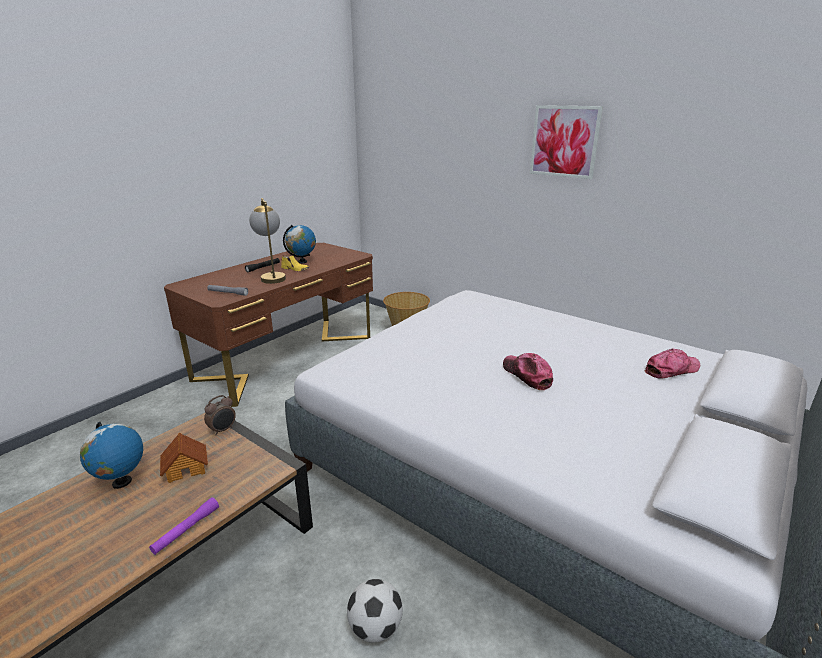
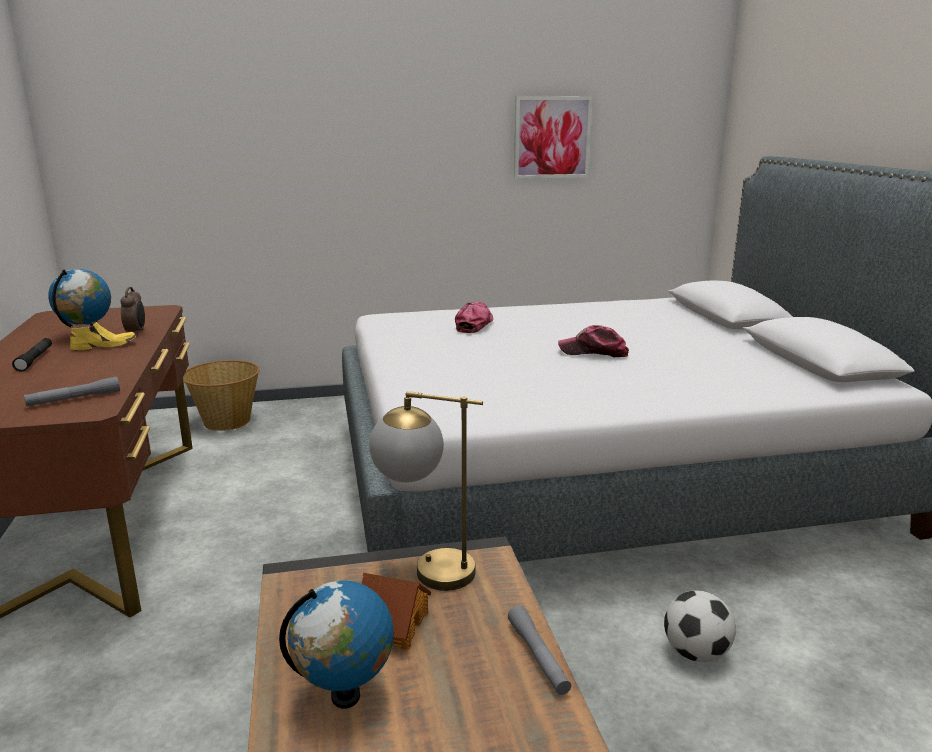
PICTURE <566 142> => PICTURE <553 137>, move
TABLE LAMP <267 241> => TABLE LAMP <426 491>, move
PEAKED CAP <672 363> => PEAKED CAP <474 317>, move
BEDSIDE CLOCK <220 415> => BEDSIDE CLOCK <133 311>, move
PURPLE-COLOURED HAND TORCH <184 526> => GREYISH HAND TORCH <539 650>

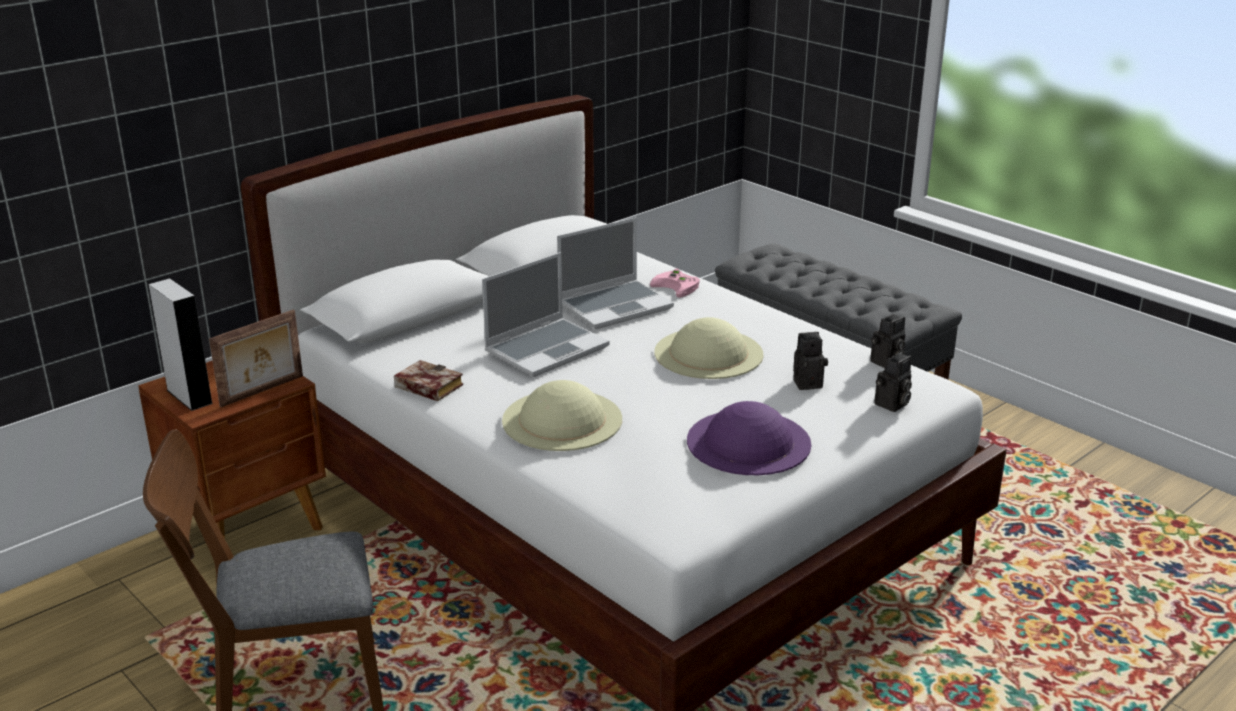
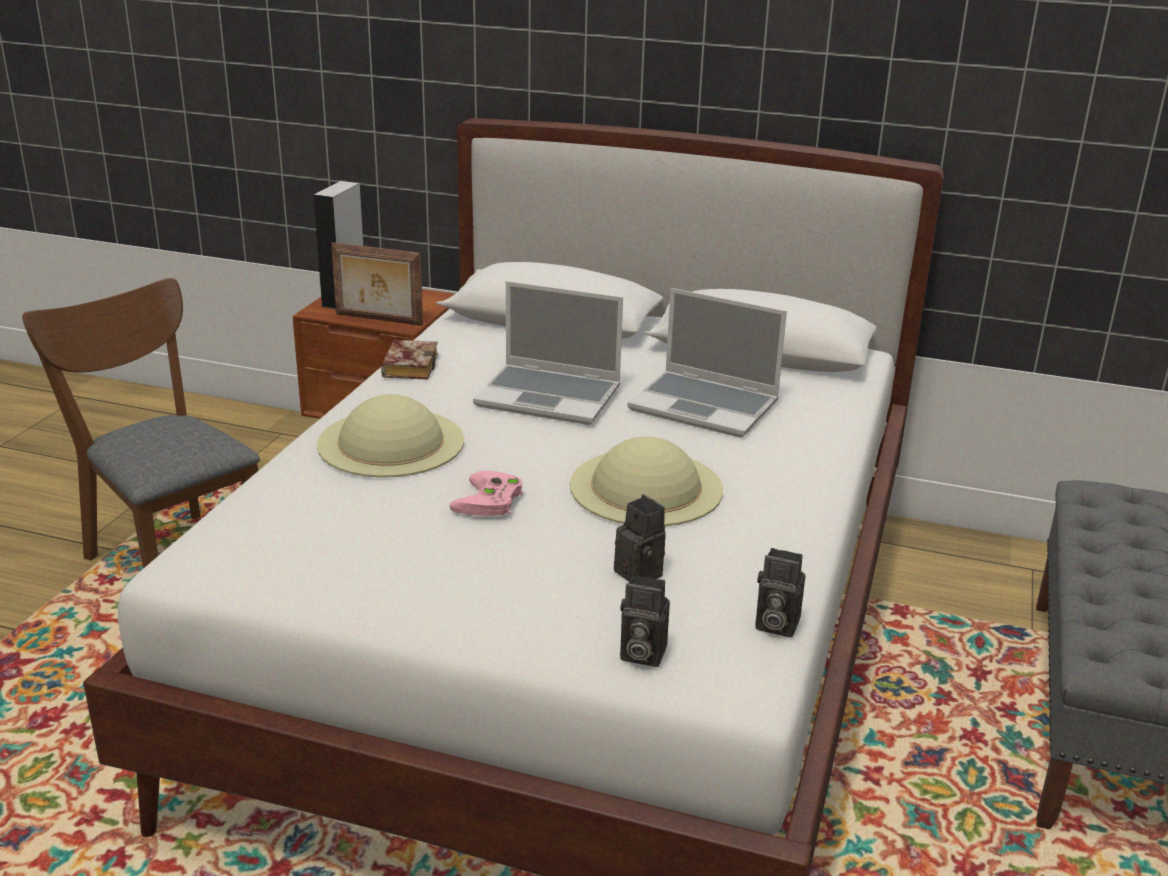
PINK GAME CONTROLLER <675 283> => PINK GAME CONTROLLER <486 493>, move
PURPLE-COLOURED WEARABLE HAT <749 438> => nothing

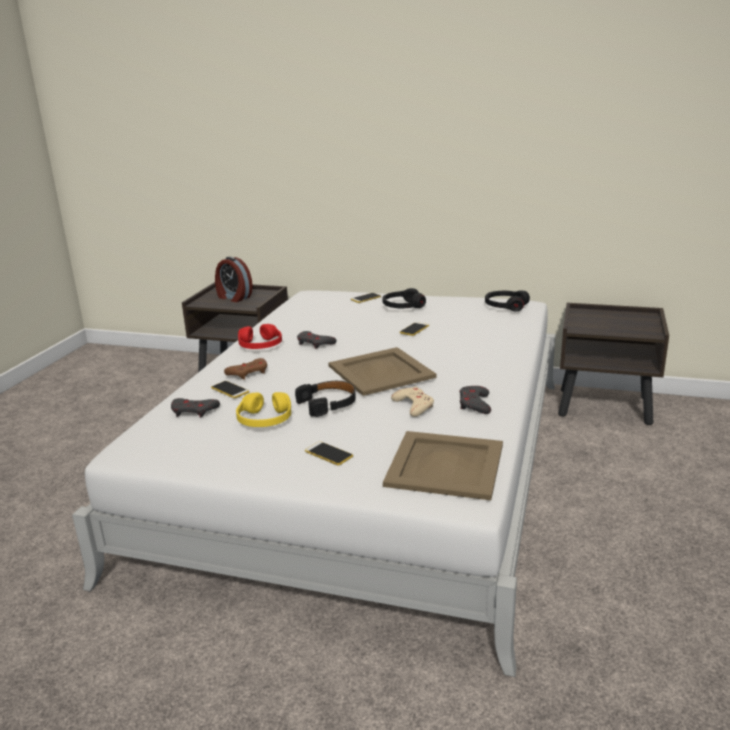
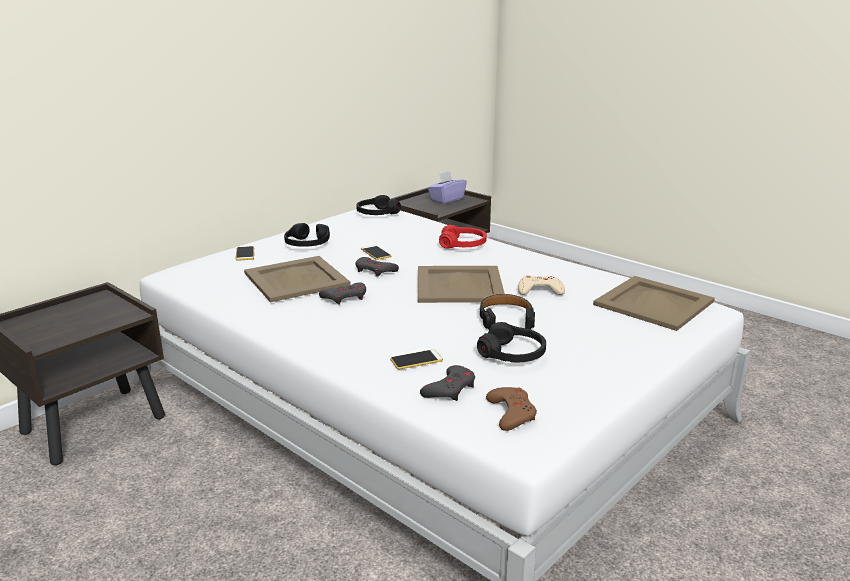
BEDSIDE CLOCK <234 279> => nothing
REDDISH HEADSET <260 336> => REDDISH HEADSET <463 237>, move
BROWN GAME CONTROLLER <245 369> => BROWN GAME CONTROLLER <511 409>, move
GREYISH GAME CONTROLLER <475 400> => GREYISH GAME CONTROLLER <377 267>, move
YELLOW HEADSET <263 409> => BLACK HEADSET <511 342>
TELEPHONE <329 453> => nothing
nothing => PURPLE-COLOURED BOX OF TISSUES <447 187>
nothing => BEIGE-COLOURED SERVING TRAY <297 279>

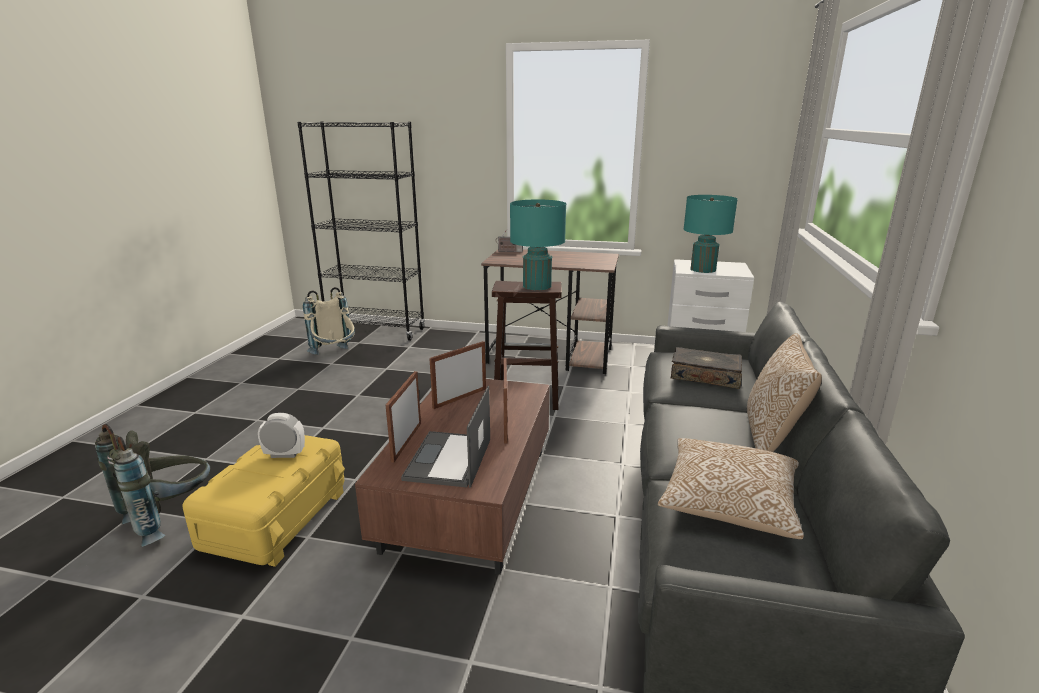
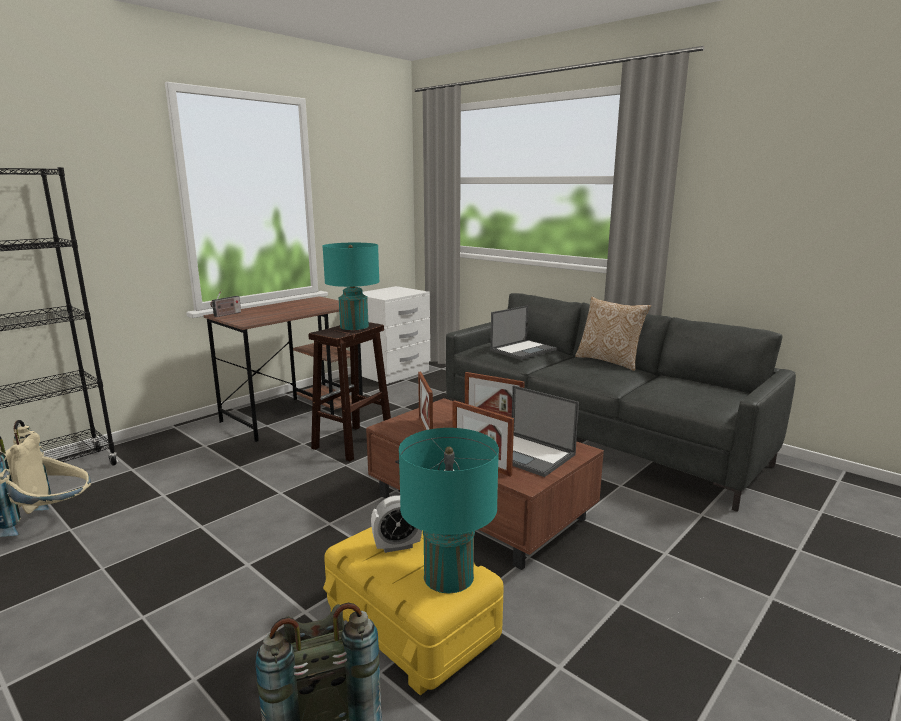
TURQUOISE TABLE LAMP <711 234> => TURQUOISE TABLE LAMP <449 510>, move
BOOK <706 368> => LAPTOP <523 332>
BEDSIDE CLOCK <281 435> => BEDSIDE CLOCK <396 524>, 135 degrees counterclockwise
CUSHION <731 488> => nothing

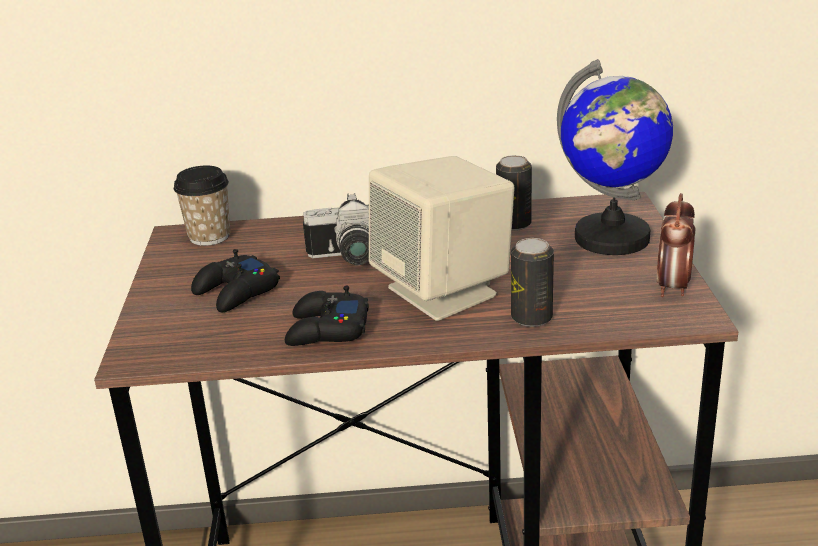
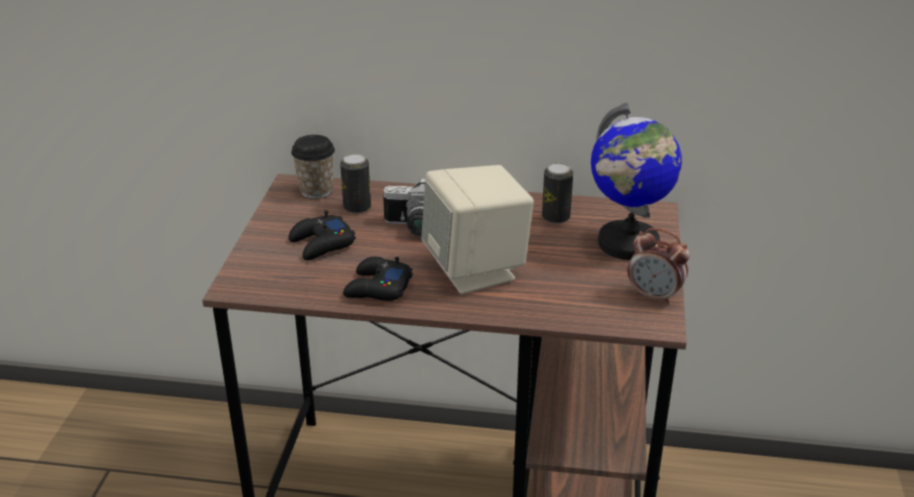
BEDSIDE CLOCK <676 245> => BEDSIDE CLOCK <659 266>, 90 degrees counterclockwise
METAL CAN <532 282> => METAL CAN <355 183>, move

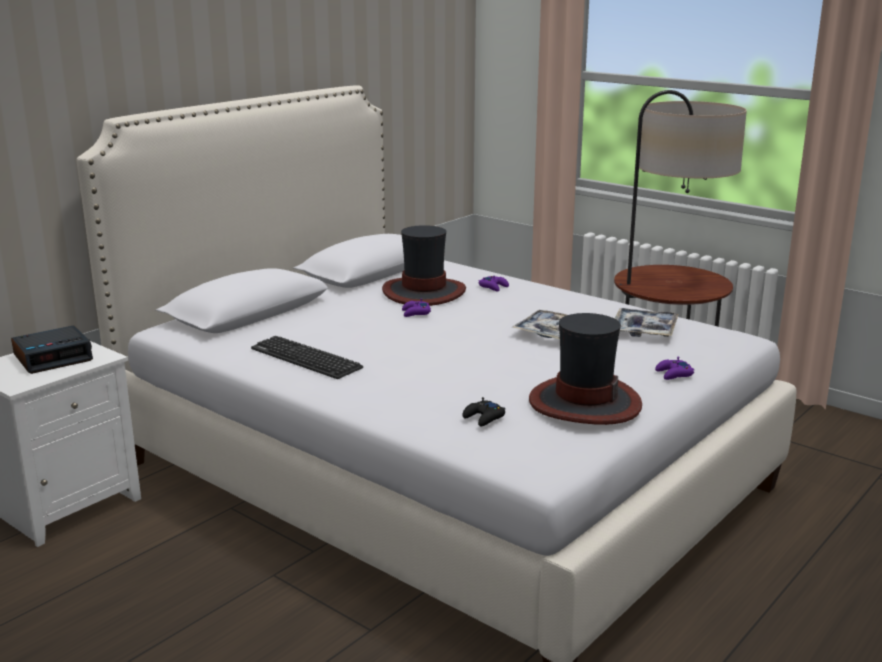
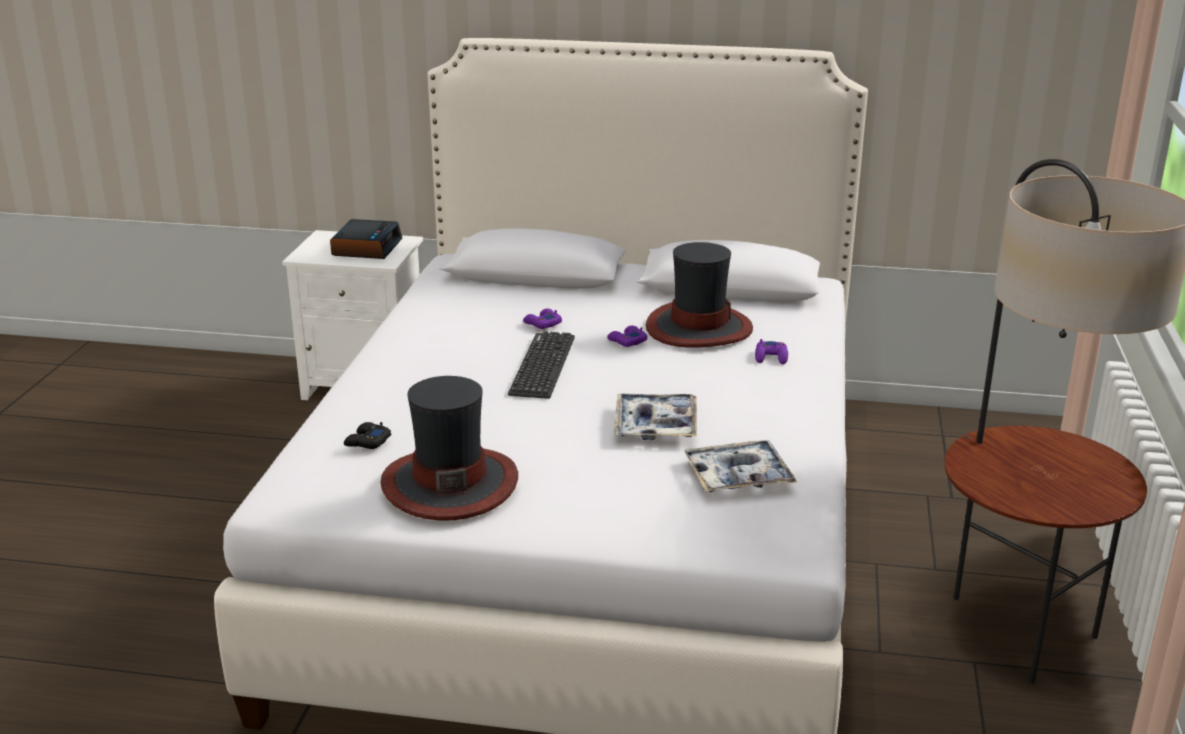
BEDSIDE CLOCK <52 349> => BEDSIDE CLOCK <366 239>, 105 degrees counterclockwise
KEYBOARD <307 357> => KEYBOARD <541 365>, move
PURPLE-COLOURED GAME CONTROLLER <674 368> => PURPLE-COLOURED GAME CONTROLLER <542 319>, move

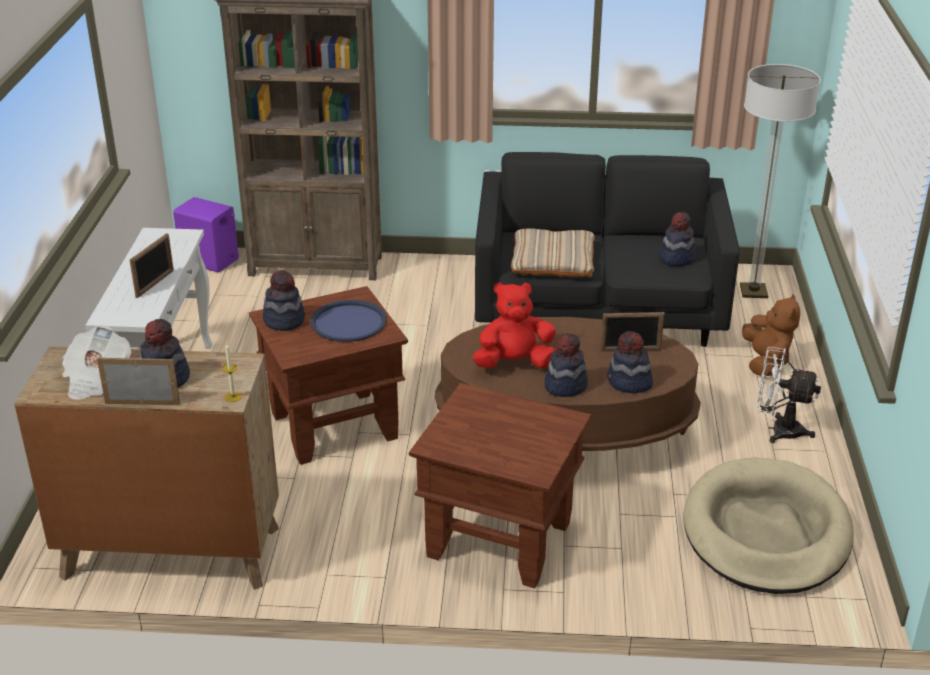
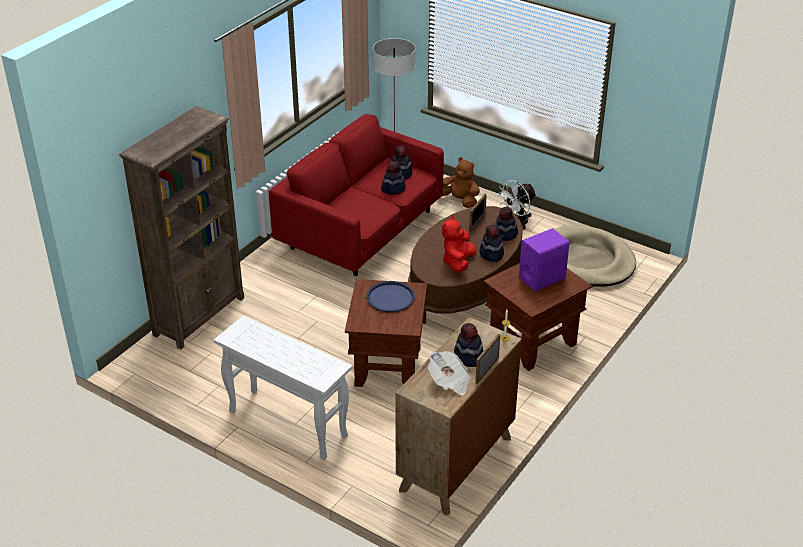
BLACK COUCH <607 249> => REDDISH COUCH <356 195>
PURPLE-COLOURED AUDIO SPEAKER <206 235> => PURPLE-COLOURED AUDIO SPEAKER <544 259>, move
BEIGE-COLOURED CUSHION <553 252> => nothing
PICTURE FRAME <152 265> => nothing
WEARABLE HAT <284 300> => WEARABLE HAT <393 178>, move

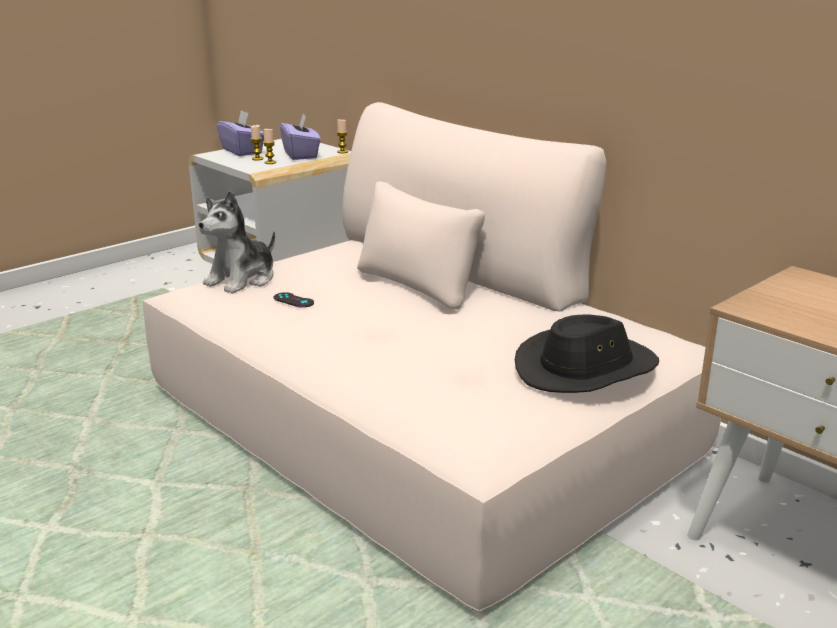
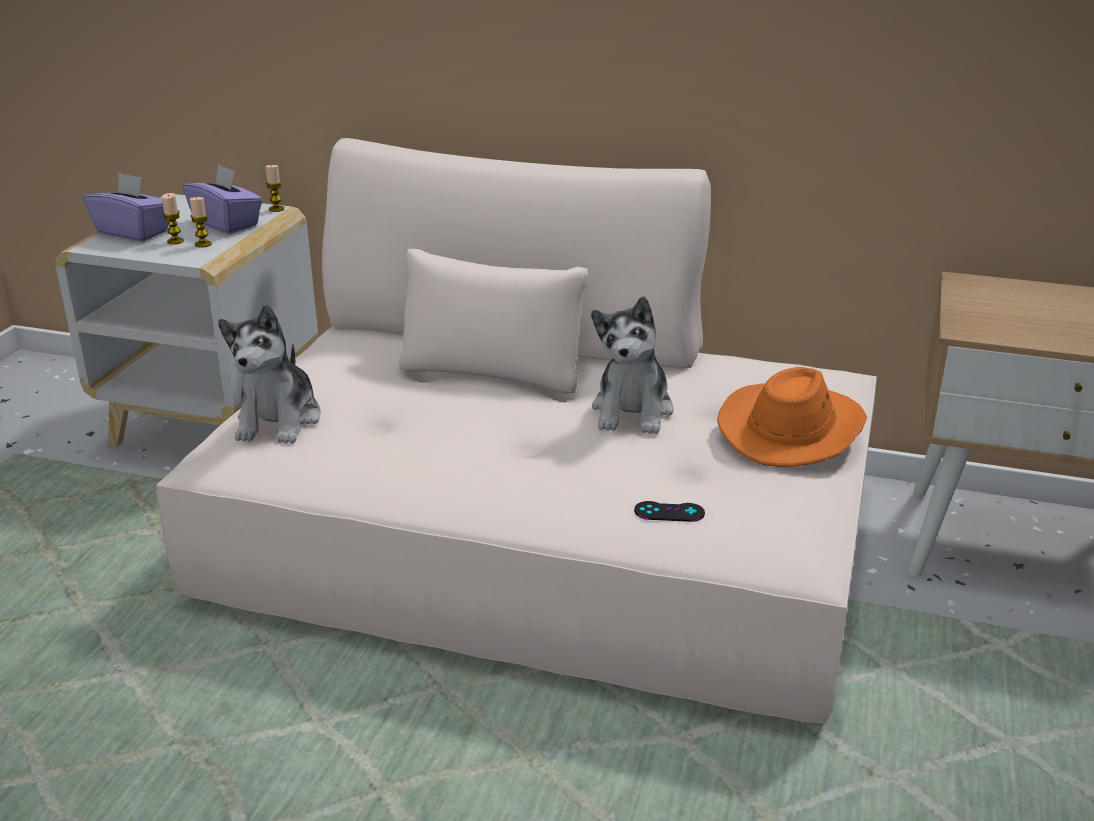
BLACK GAME CONTROLLER <294 300> => BLACK GAME CONTROLLER <669 511>, move
BLACK WEARABLE HAT <587 353> => ORANGEY WEARABLE HAT <792 417>
nothing => SOFT TOY <632 365>

